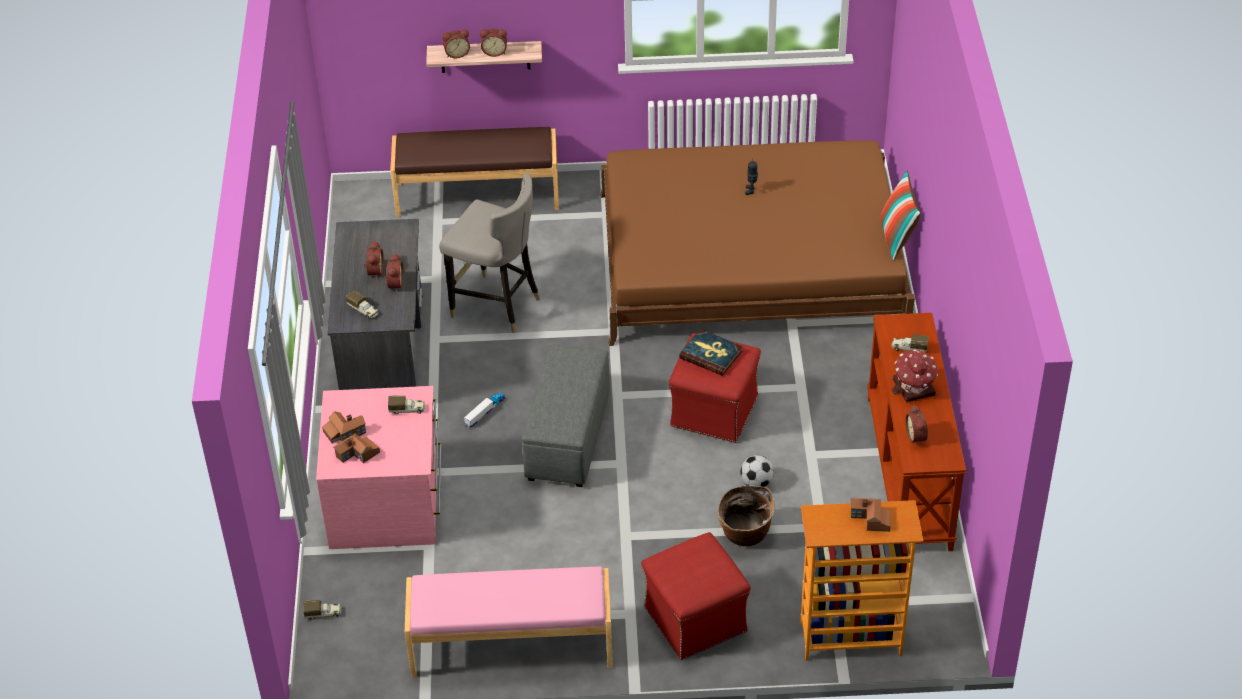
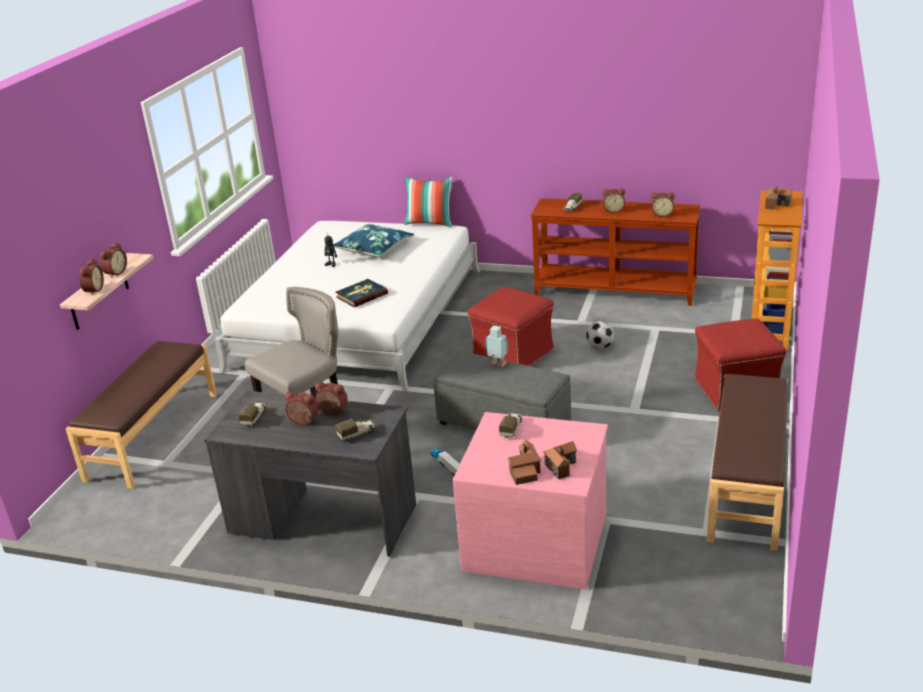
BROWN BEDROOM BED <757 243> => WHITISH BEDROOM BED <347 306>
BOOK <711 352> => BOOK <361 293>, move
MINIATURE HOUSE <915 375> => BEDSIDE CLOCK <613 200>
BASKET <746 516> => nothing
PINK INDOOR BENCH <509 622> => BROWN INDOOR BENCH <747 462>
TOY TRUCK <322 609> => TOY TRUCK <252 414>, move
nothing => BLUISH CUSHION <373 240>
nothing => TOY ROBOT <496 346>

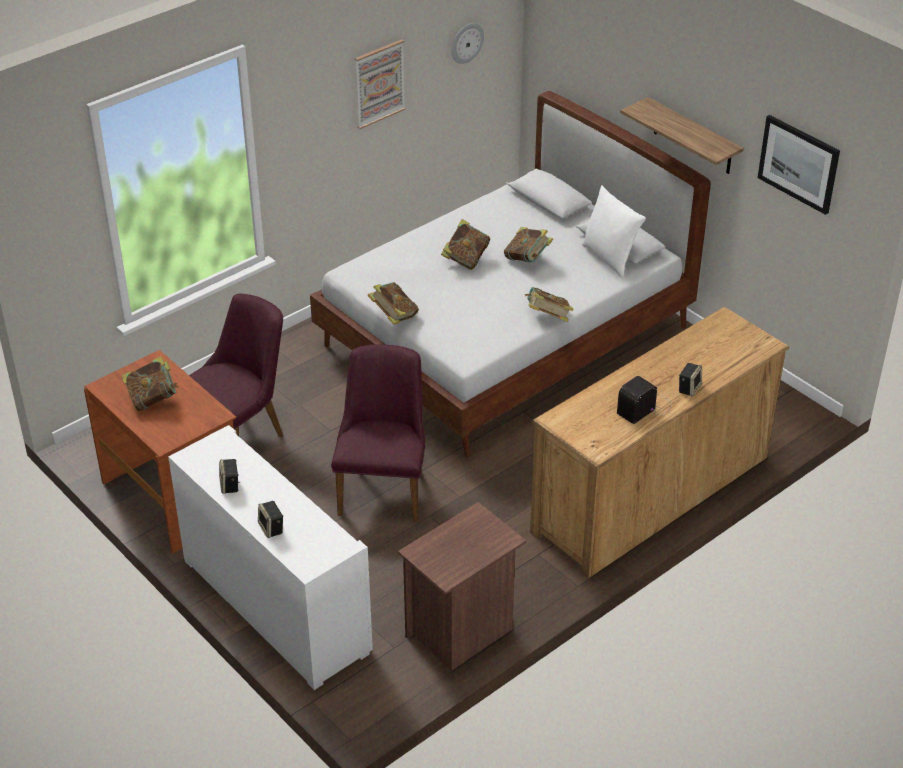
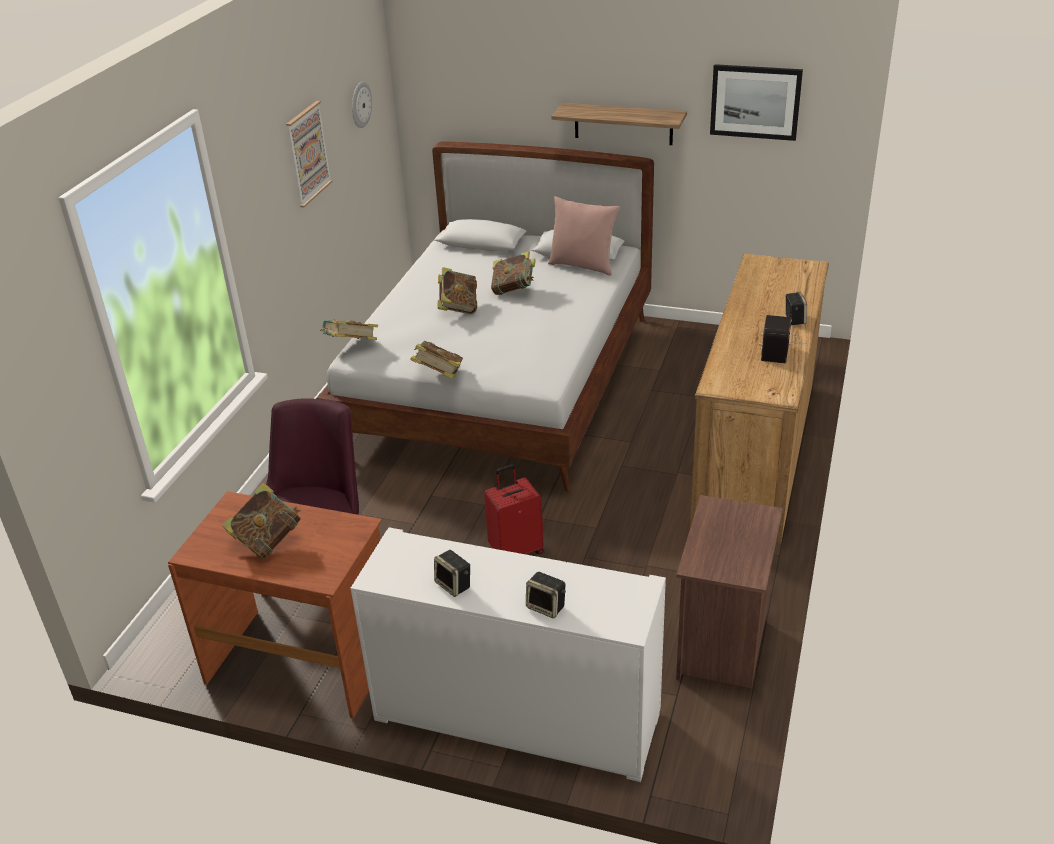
WHITISH CUSHION <614 231> => PINK CUSHION <584 236>
BOOK <549 304> => BOOK <349 329>, move
PURPLE-COLOURED UPRIGHT CHAIR <378 433> => REDDISH PIECE OF LUGGAGE <514 509>

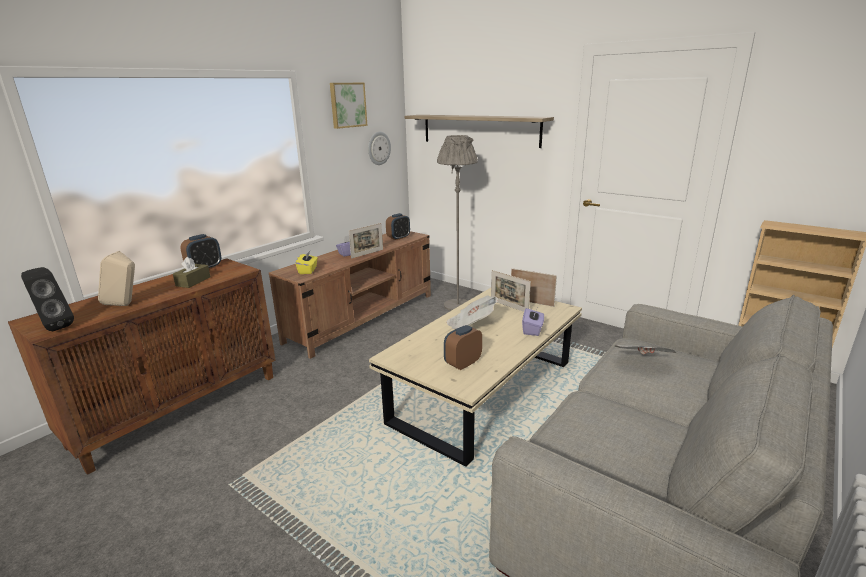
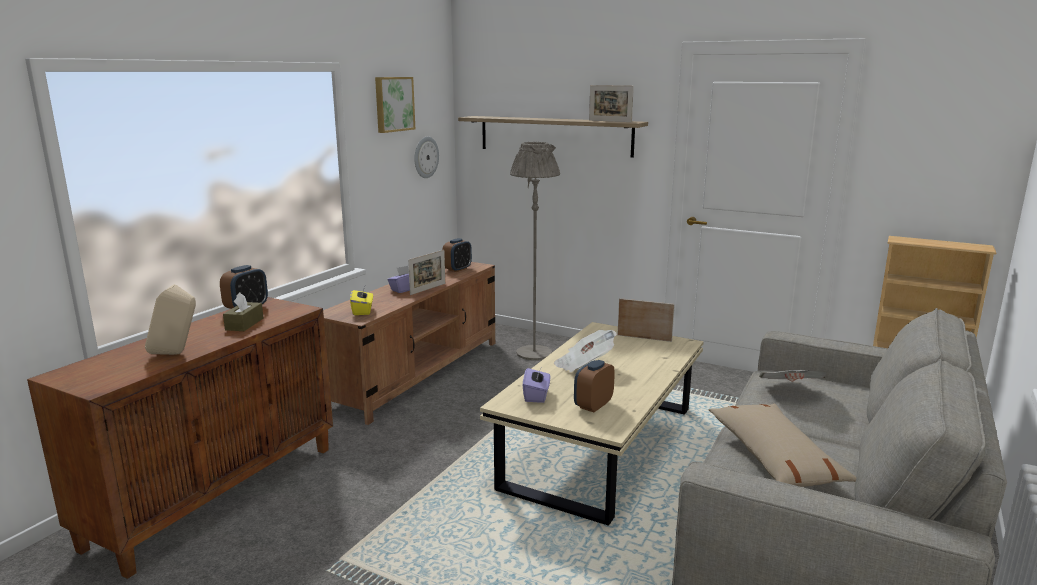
BLACK AUDIO SPEAKER <47 299> => nothing
PICTURE FRAME <511 291> => PICTURE FRAME <611 103>, move
PURPLE-COLOURED BOX OF TISSUES <533 322> => PURPLE-COLOURED BOX OF TISSUES <536 383>, move
nothing => BEIGE-COLOURED CUSHION <783 445>

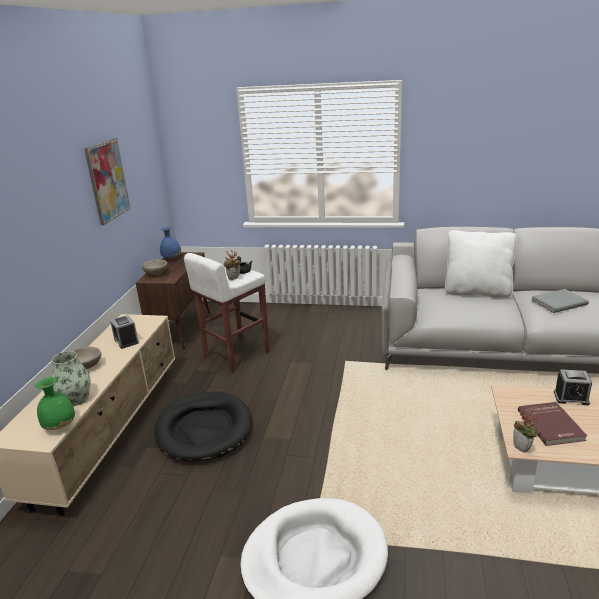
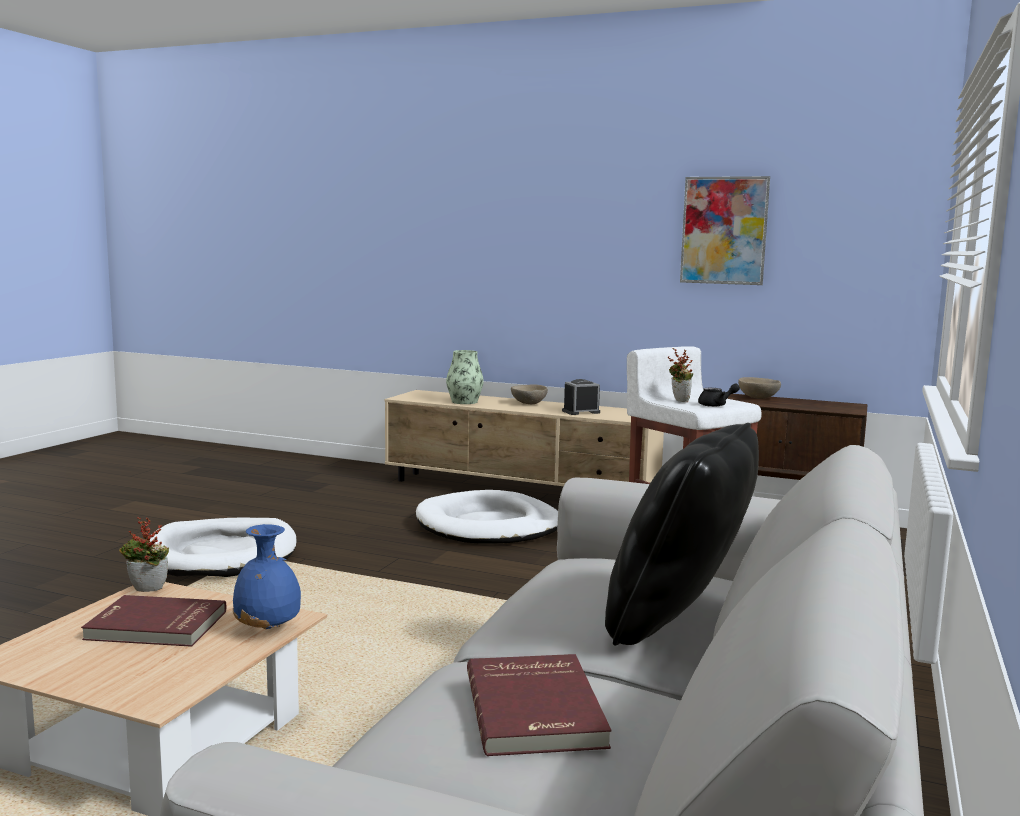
BLUISH FLOWER VASE <170 243> => BLUISH FLOWER VASE <267 576>, move
WHITISH CUSHION <481 264> => BLACK CUSHION <682 534>
GREYISH BOOK <560 301> => REDDISH BOOK <539 705>
BEDSIDE CLOCK <573 387> => nothing
GREEN-COLOURED FLOWER VASE <55 403> => nothing
BLACK PET BED <204 427> => WHITISH PET BED <487 517>

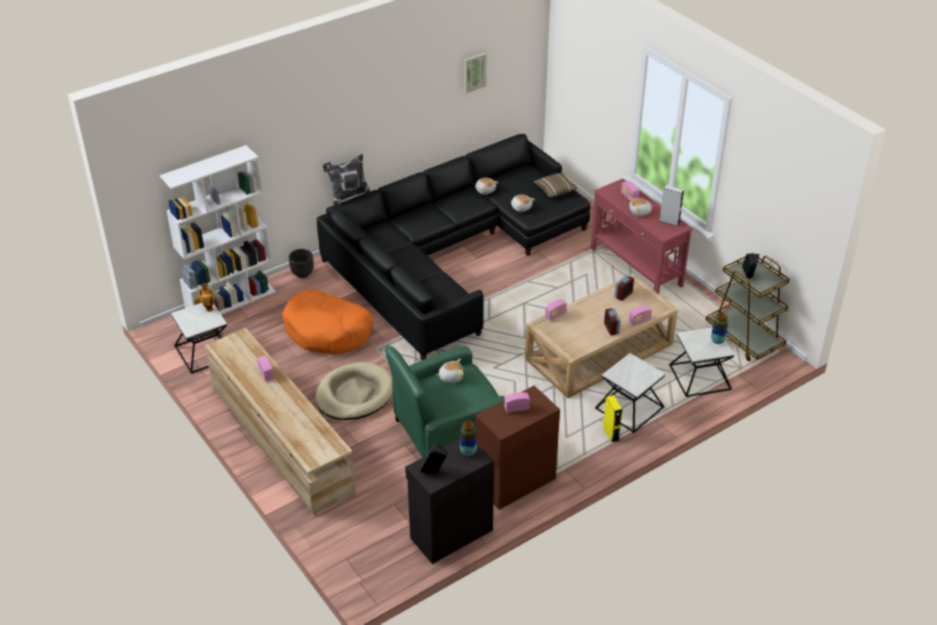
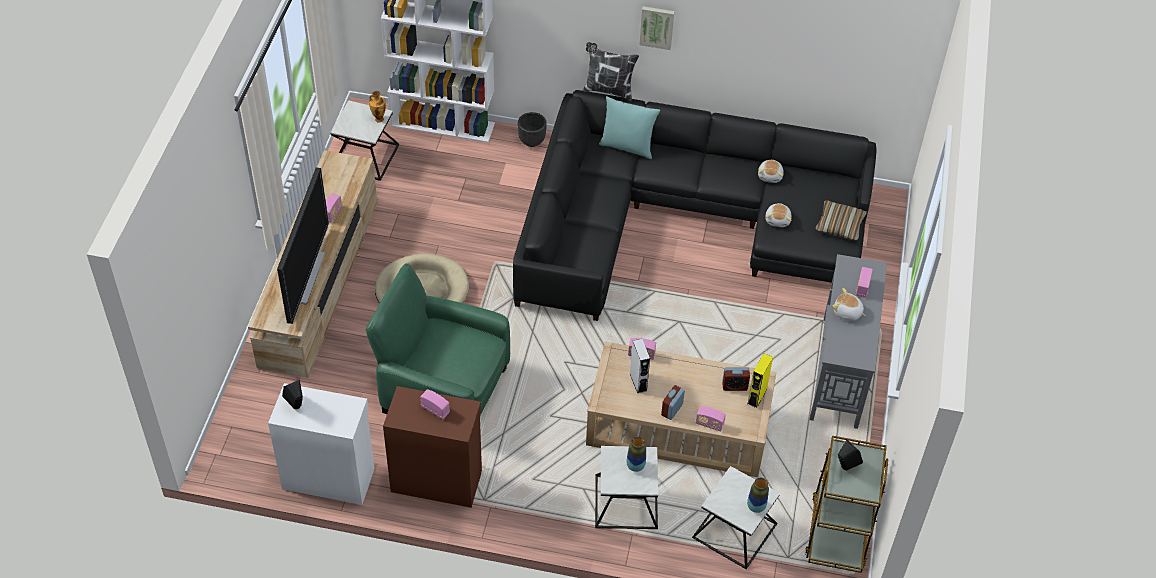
PICTURE <475 73> => PICTURE <657 28>, move
REDDISH NARROW TABLE <642 236> => GREYISH NARROW TABLE <848 341>
GREYISH AUDIO SPEAKER <671 205> => GREYISH AUDIO SPEAKER <640 366>, move
ORANGEY PET BED <327 322> => nothing
SOFT TOY <450 371> => nothing
YELLOW AUDIO SPEAKER <612 418> => YELLOW AUDIO SPEAKER <760 381>, move
FLOWER VASE <468 438> => FLOWER VASE <636 454>, move
BLACK CUPBOARD <449 501> => WHITISH CUPBOARD <321 444>
nothing => TURQUOISE CUSHION <629 127>
nothing => TV <303 245>

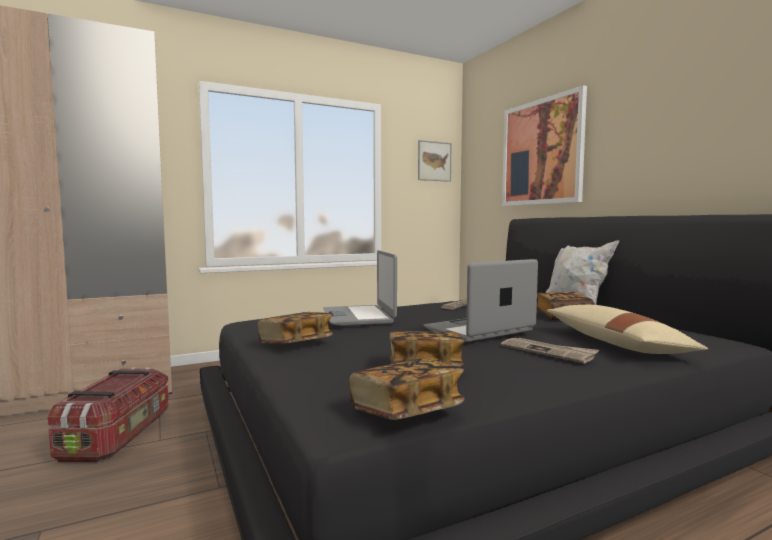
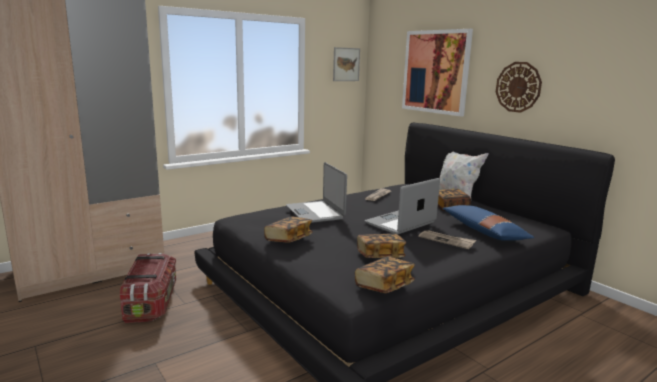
BEIGE-COLOURED CUSHION <627 329> => BLUISH CUSHION <488 223>
nothing => WALL CLOCK <519 87>

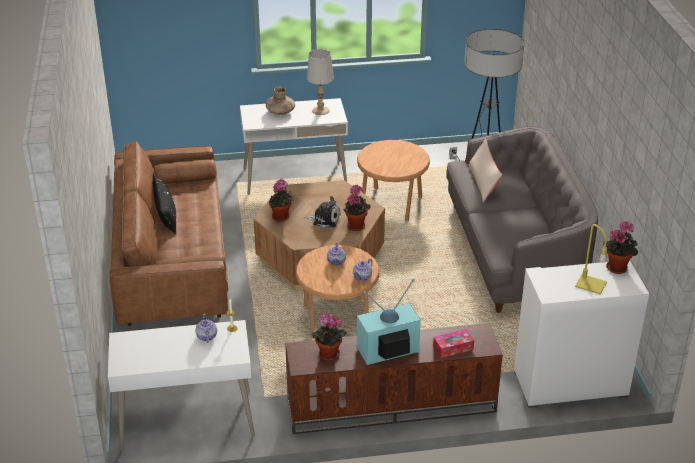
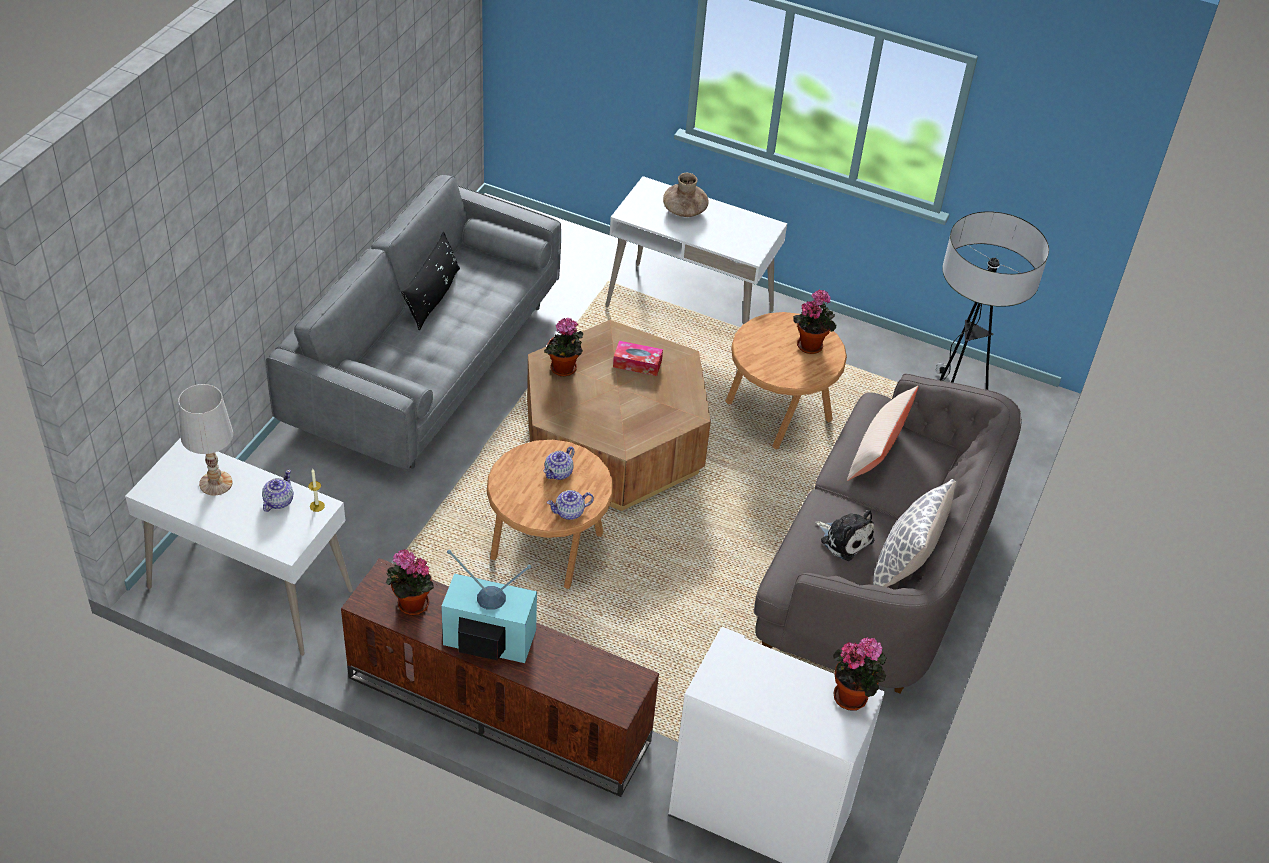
WHITISH TABLE LAMP <320 82> => WHITISH TABLE LAMP <205 440>, move
BROWN COUCH <169 233> => GREYISH COUCH <413 323>
POTTED PLANT <357 208> => POTTED PLANT <814 321>, move
SOFT TOY <322 212> => SOFT TOY <844 535>, move
YELLOW TABLE LAMP <591 259> => nothing
BOX OF TISSUES <453 343> => BOX OF TISSUES <638 358>, move
nothing => CUSHION <914 533>

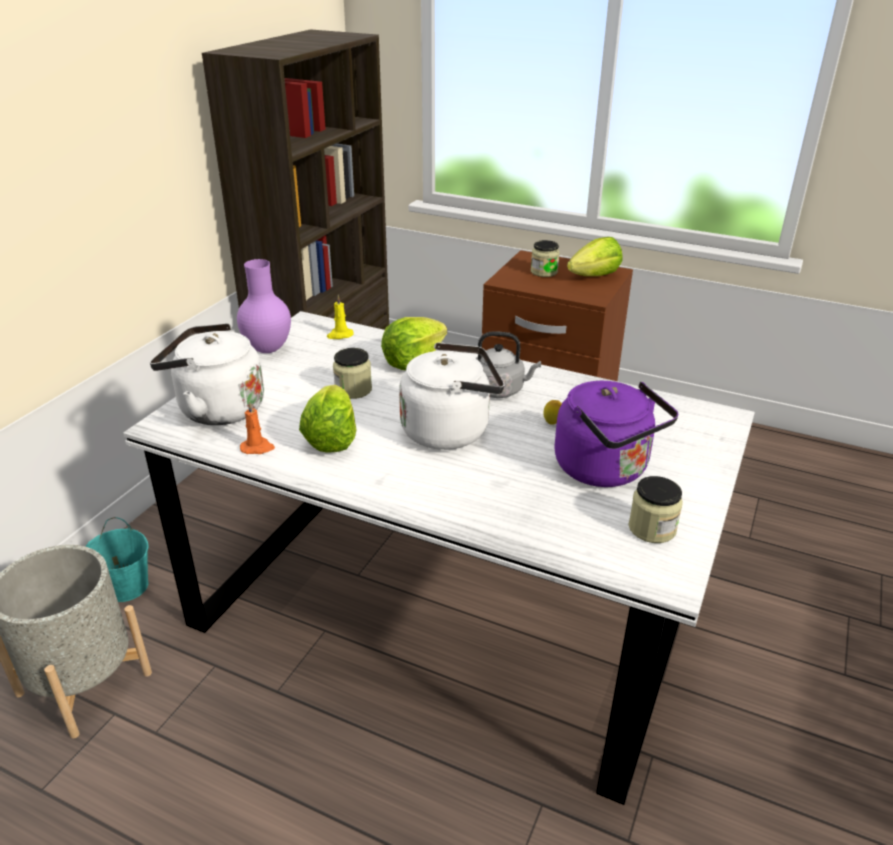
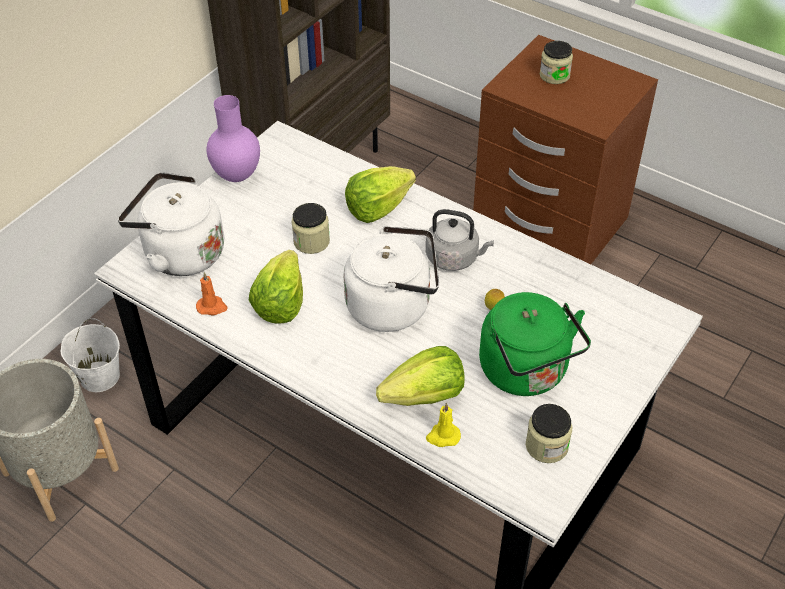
LETTUCE HEAD <594 256> => LETTUCE HEAD <420 376>, move
YELLOW WAX LIGHT <340 317> => YELLOW WAX LIGHT <443 425>, move
PURPLE-COLOURED KETTLE <616 434> => GREEN-COLOURED KETTLE <535 344>
TURQUOISE WATER BUCKET <117 559> => WHITISH WATER BUCKET <90 355>

